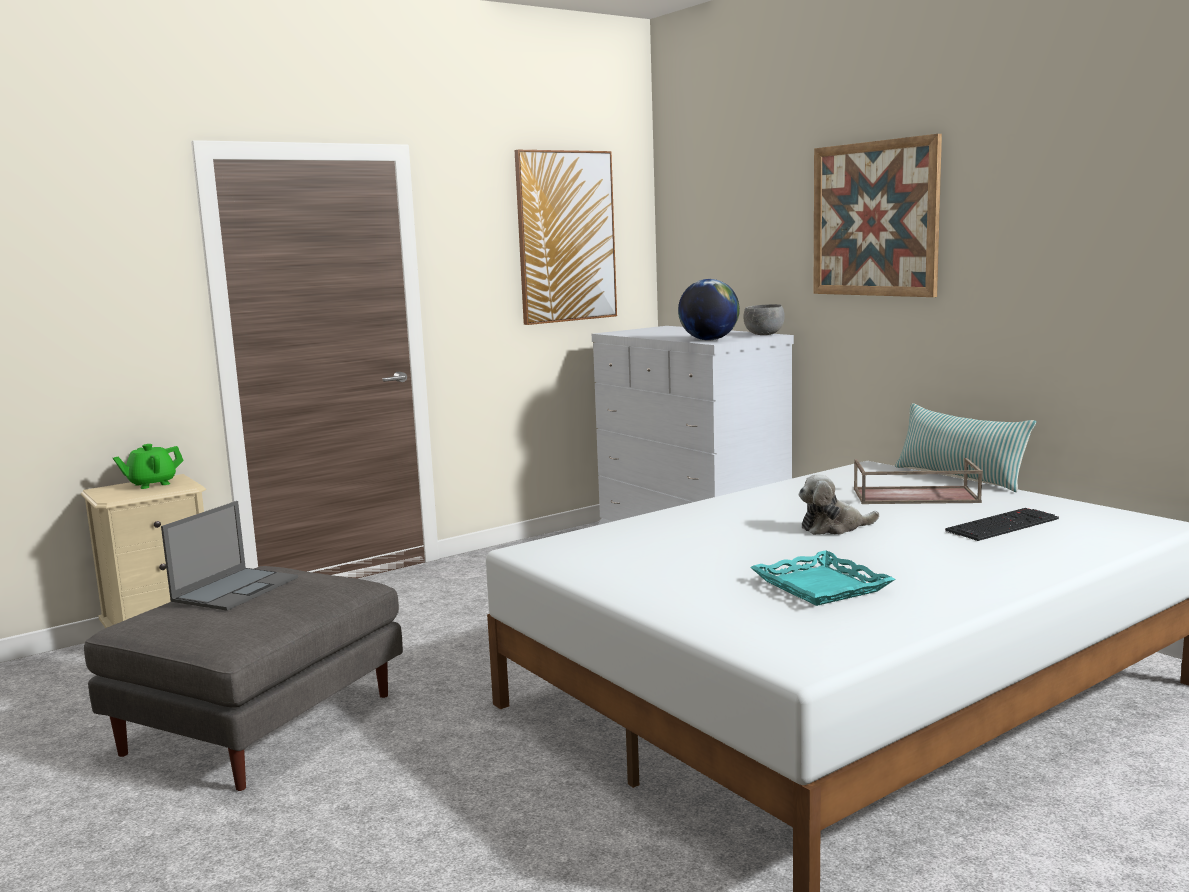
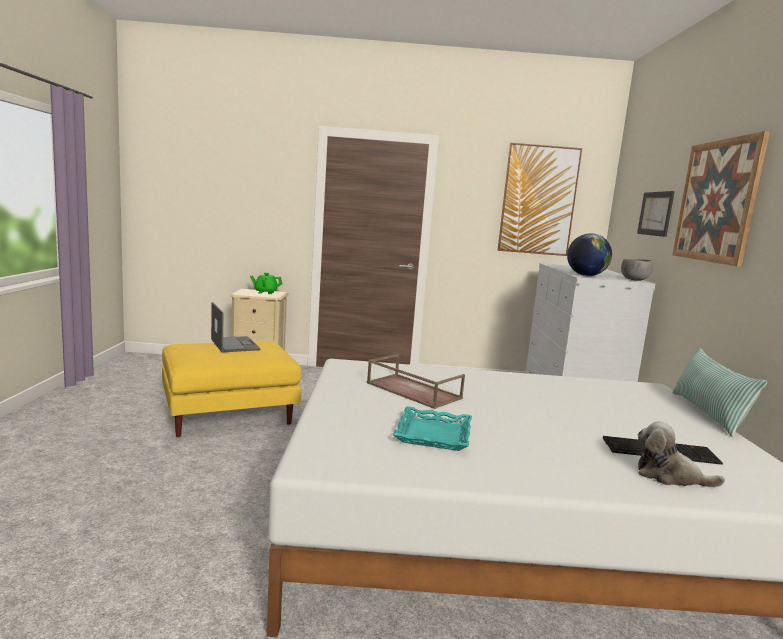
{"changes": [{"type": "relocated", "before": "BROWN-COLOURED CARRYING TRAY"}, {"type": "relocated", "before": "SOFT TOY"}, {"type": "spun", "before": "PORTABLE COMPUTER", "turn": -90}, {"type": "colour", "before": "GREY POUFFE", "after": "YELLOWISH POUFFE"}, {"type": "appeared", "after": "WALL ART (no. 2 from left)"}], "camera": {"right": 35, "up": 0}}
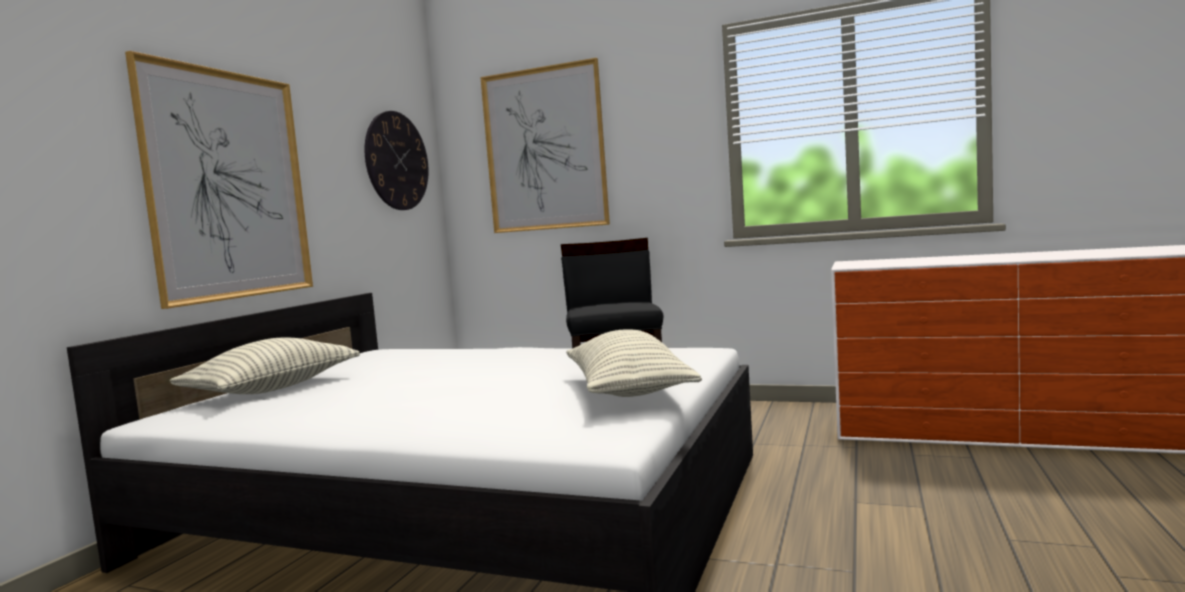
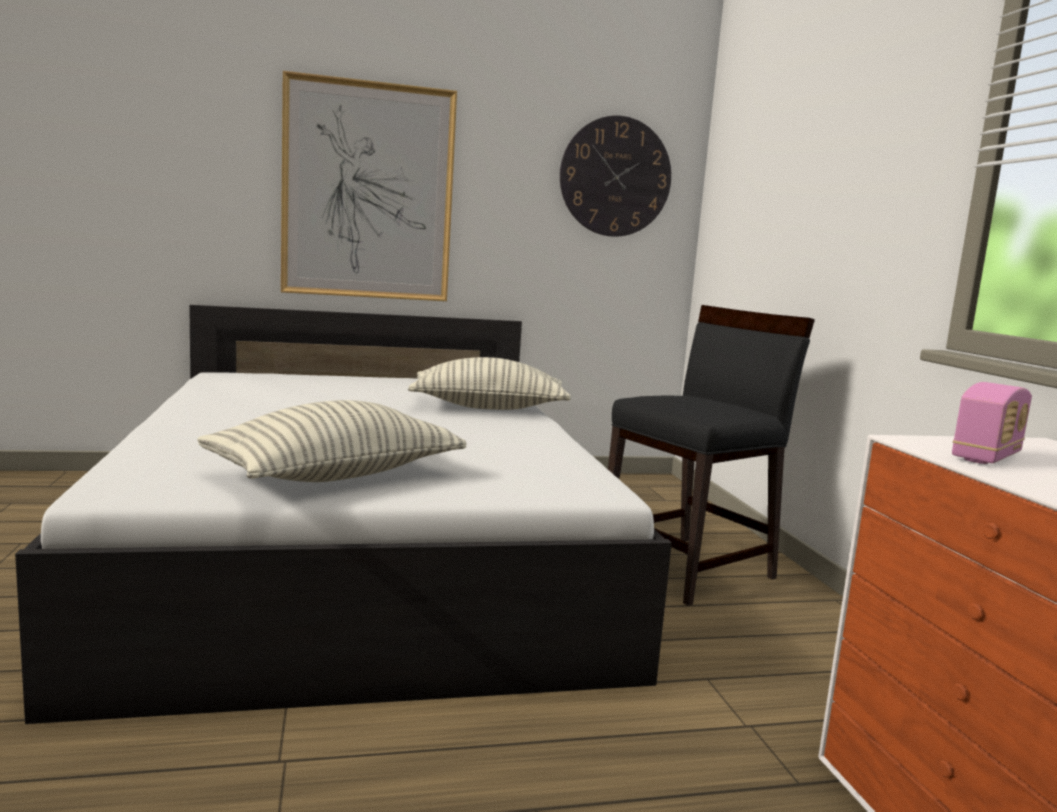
{"changes": [{"type": "missing", "before": "WALL ART (no. 2 from left)"}, {"type": "relocated", "before": "PILLOW (no. 1 from left in the first image)", "after": "PILLOW (no. 2 from left)"}, {"type": "appeared", "after": "RADIO"}], "camera": {"right": 55, "up": 5}}
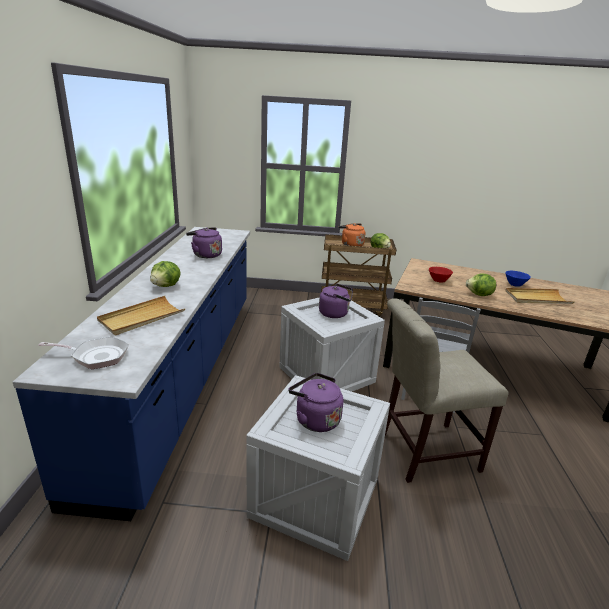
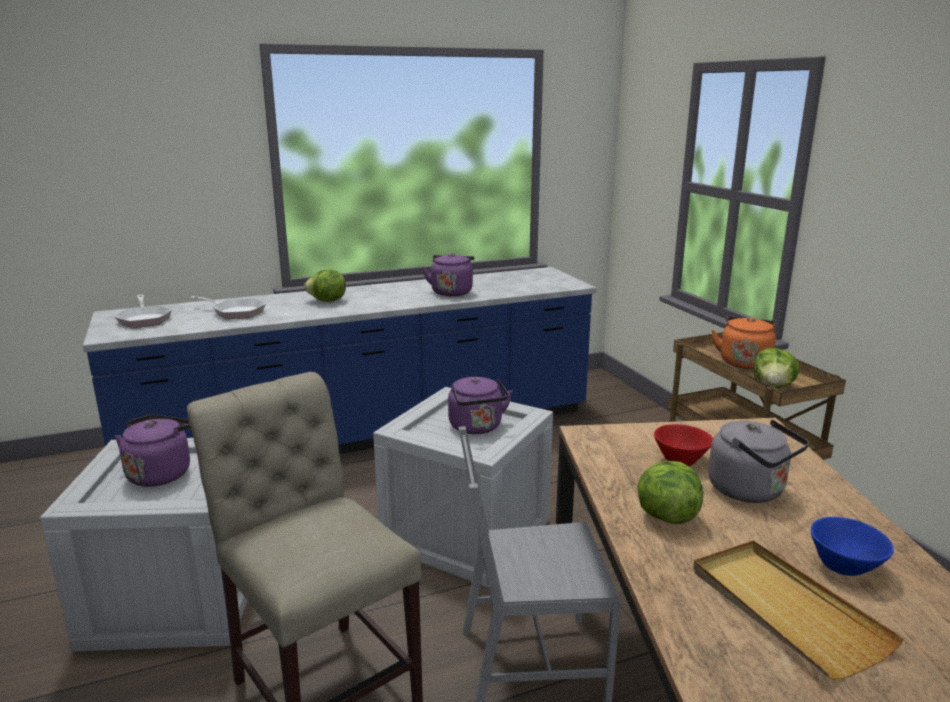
{"changes": [{"type": "exchanged", "before": "SAND-COLOURED CARRYING TRAY (no. 1 from left)", "after": "SKILLET (no. 2 from left)"}, {"type": "appeared", "after": "GREY TEA KETTLE"}], "camera": {"right": 65, "up": -5}}
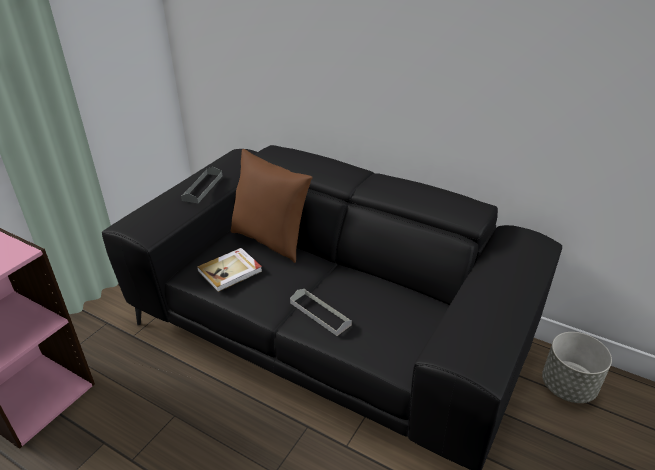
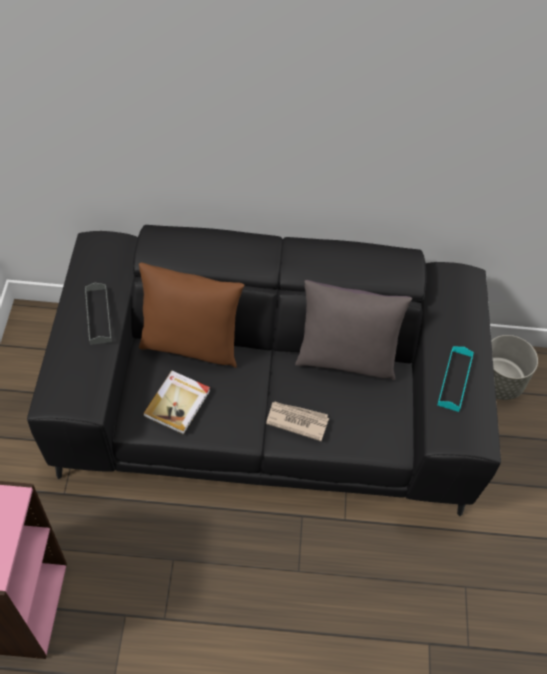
{"changes": [{"type": "exchanged", "before": "GREY CARRYING TRAY (no. 2 from left)", "after": "PRINTED PAPER"}, {"type": "appeared", "after": "GREY PILLOW"}, {"type": "appeared", "after": "BLUE-GREEN CARRYING TRAY"}], "camera": {"right": -30, "up": 20}}
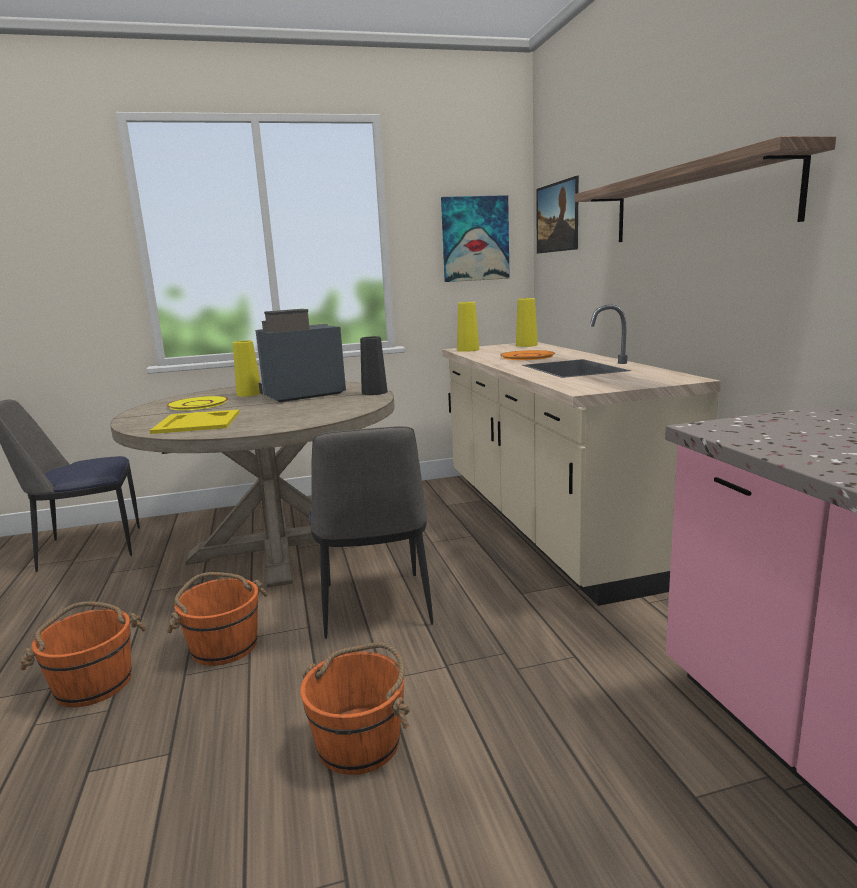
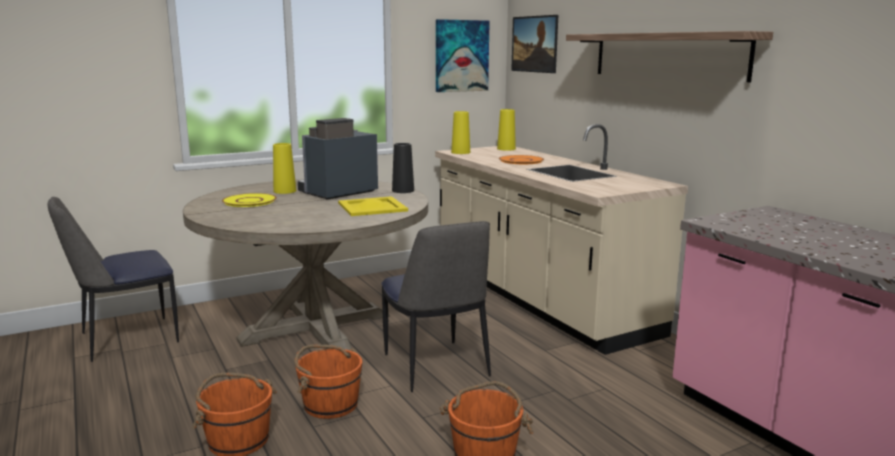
{"changes": [{"type": "relocated", "before": "YELLOWISH CARRYING TRAY"}], "camera": {"right": -15, "up": 0}}
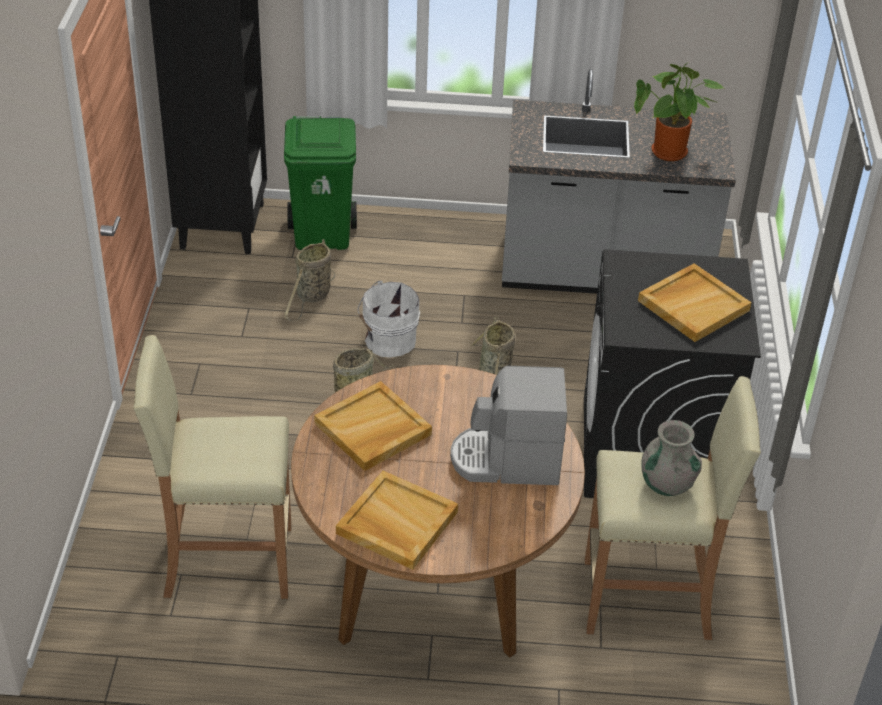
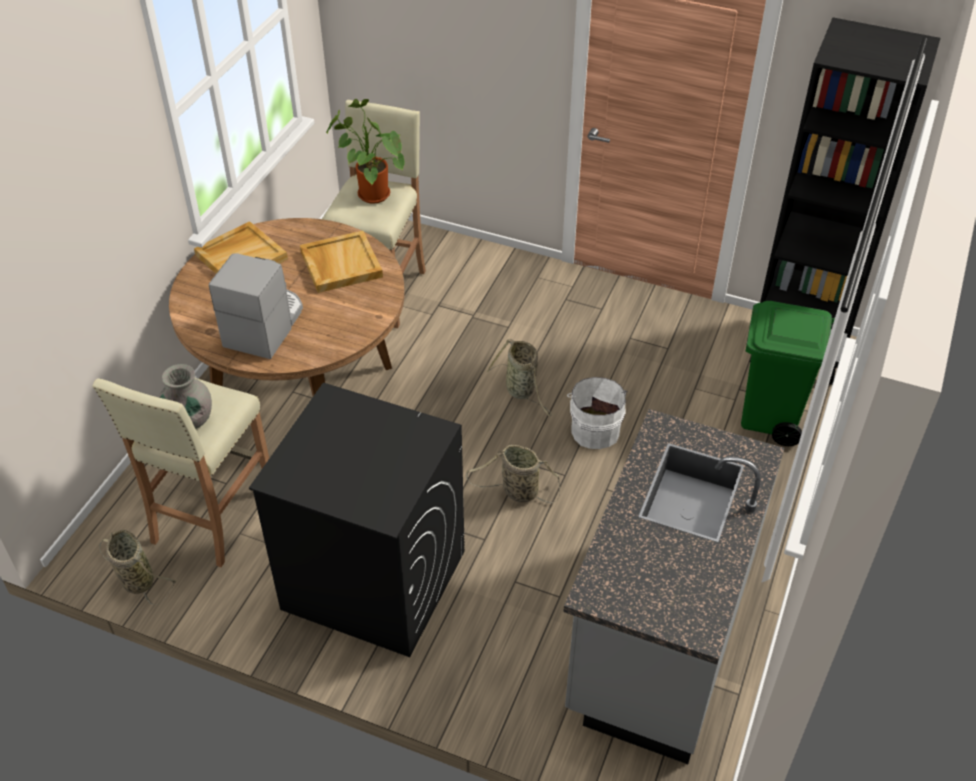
{"changes": [{"type": "relocated", "before": "PLANT IN A POT"}, {"type": "relocated", "before": "HOUSEHOLD BASKET (no. 1 from left)"}, {"type": "missing", "before": "SAND-COLOURED CARRYING TRAY (no. 3 from left)"}], "camera": {"right": 110, "up": 5}}
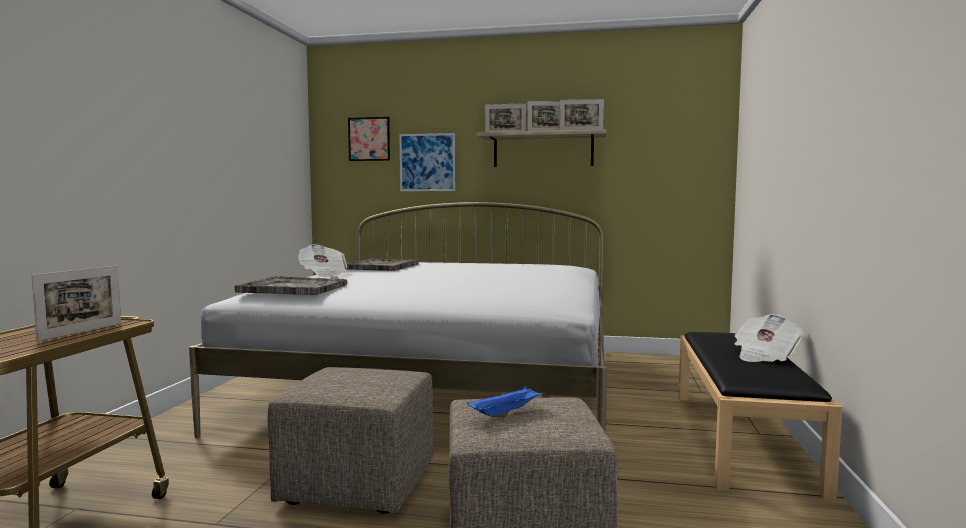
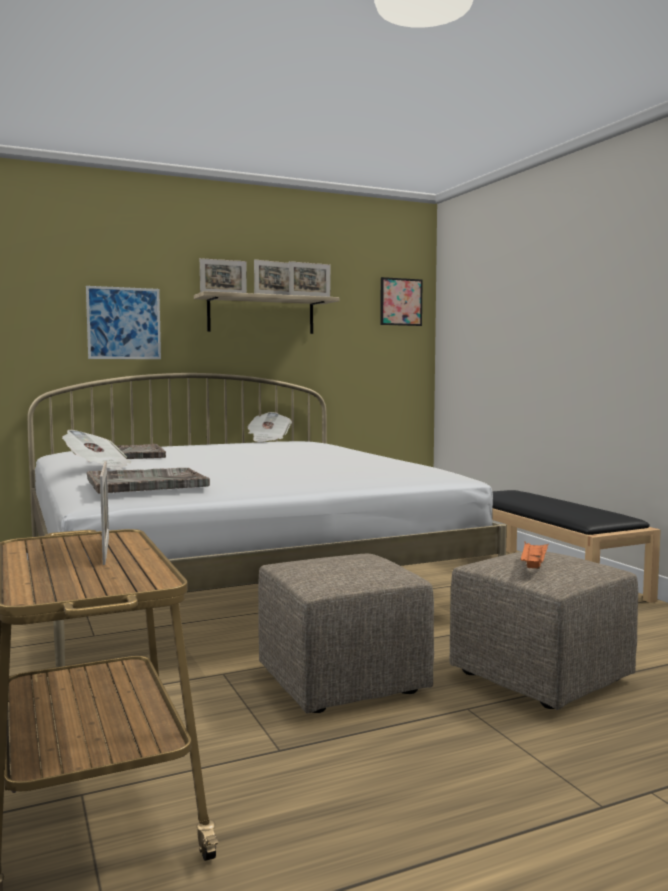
{"changes": [{"type": "relocated", "before": "WALL ART (no. 1 from left in the first image)", "after": "WALL ART (no. 2 from left)"}, {"type": "relocated", "before": "PRINTED PAPER (no. 2 from left)"}, {"type": "colour", "before": "BLUE CARRYING TRAY", "after": "ORANGE CARRYING TRAY"}], "camera": {"right": -35, "up": 0}}
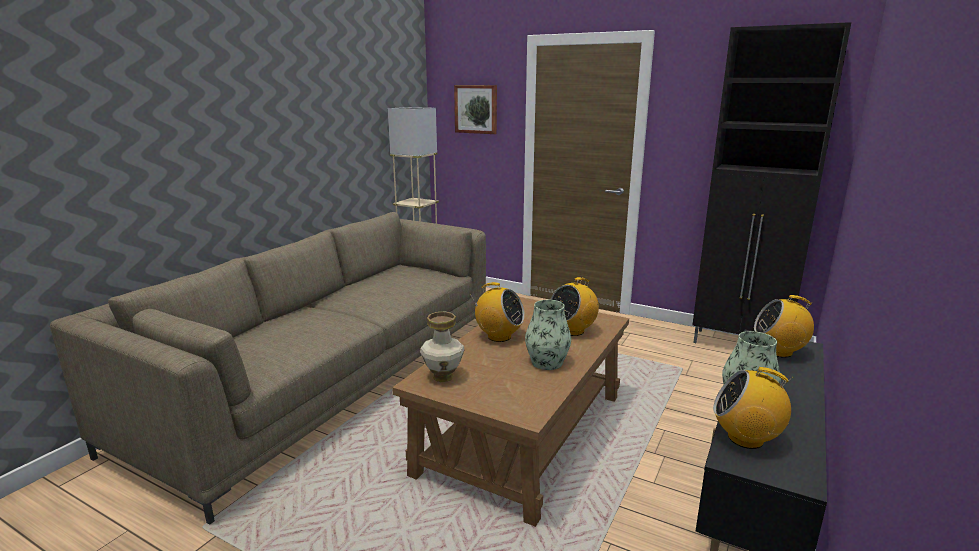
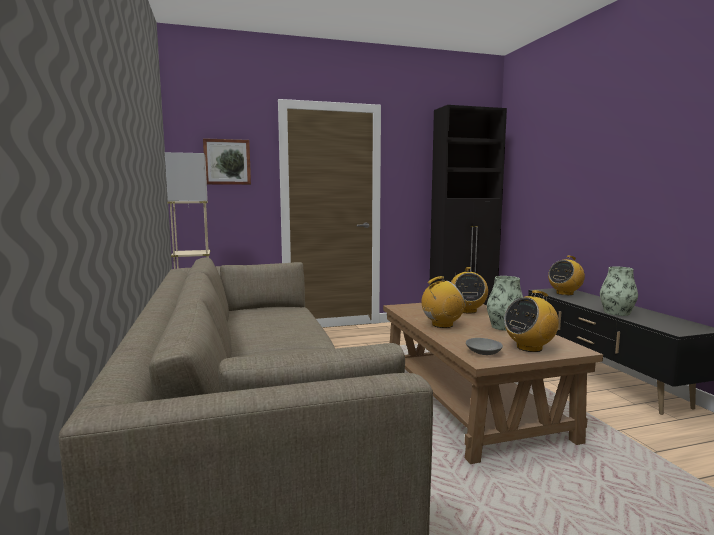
{"changes": [{"type": "exchanged", "before": "DECORATIVE VASE (no. 1 from left)", "after": "GREY DEEP DISH"}, {"type": "relocated", "before": "RADIO (no. 3 from left)"}], "camera": {"right": -45, "up": -10}}
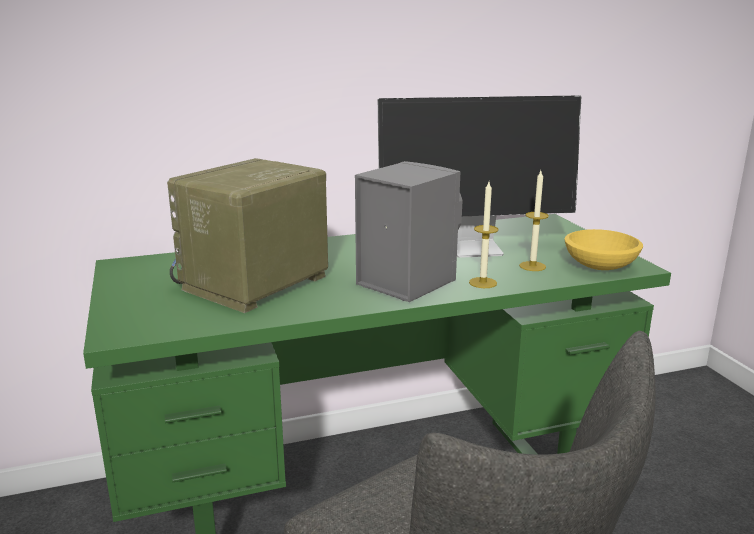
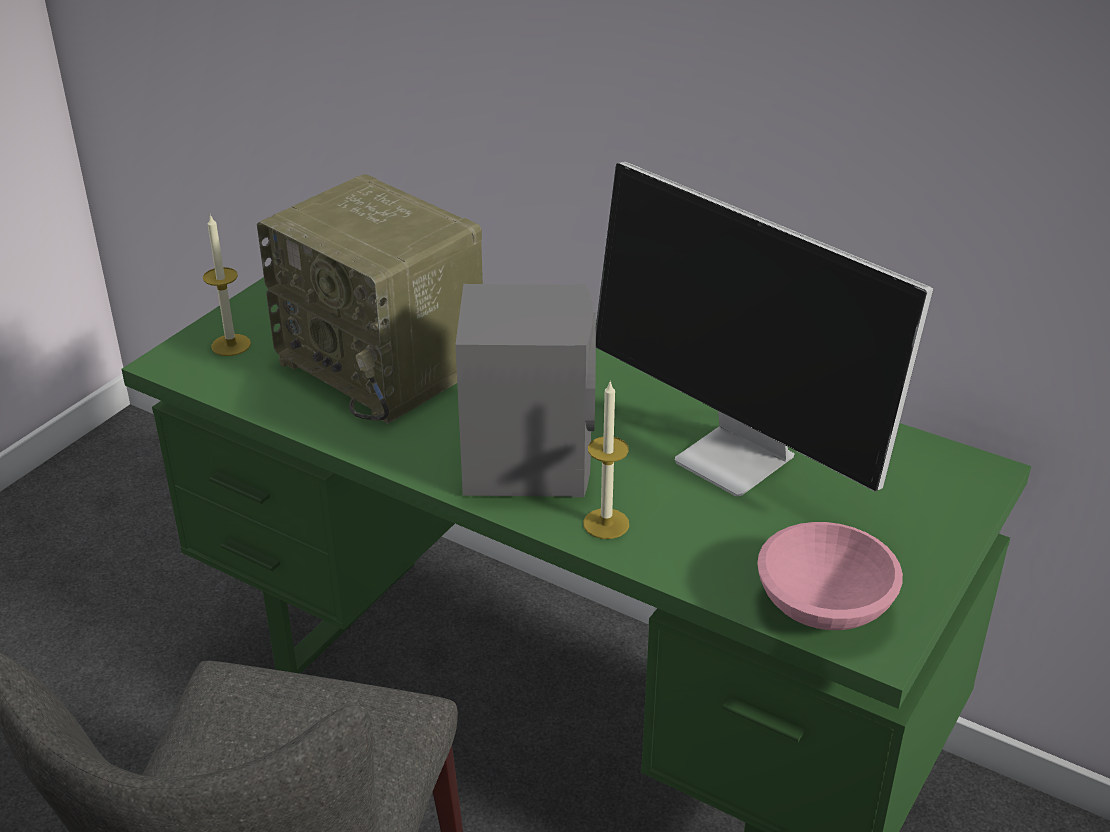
{"changes": [{"type": "spun", "before": "RADIO", "turn": -135}, {"type": "relocated", "before": "CANDLE (no. 2 from left in the first image)", "after": "CANDLE (no. 1 from left)"}, {"type": "colour", "before": "YELLOWISH DEEP DISH", "after": "PINK DEEP DISH"}], "camera": {"right": 50, "up": 15}}
